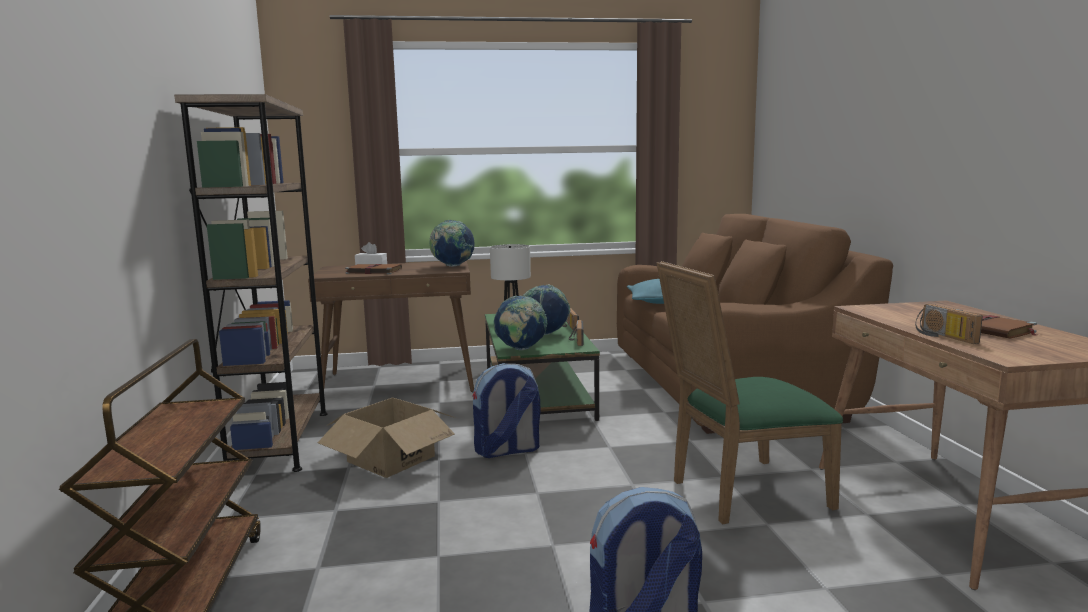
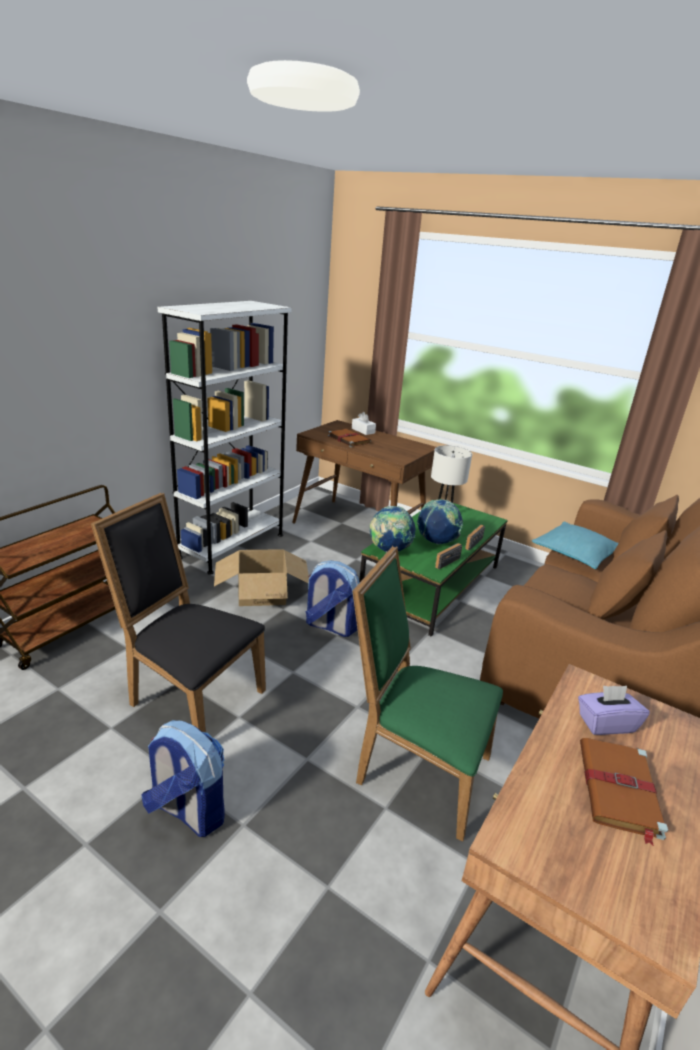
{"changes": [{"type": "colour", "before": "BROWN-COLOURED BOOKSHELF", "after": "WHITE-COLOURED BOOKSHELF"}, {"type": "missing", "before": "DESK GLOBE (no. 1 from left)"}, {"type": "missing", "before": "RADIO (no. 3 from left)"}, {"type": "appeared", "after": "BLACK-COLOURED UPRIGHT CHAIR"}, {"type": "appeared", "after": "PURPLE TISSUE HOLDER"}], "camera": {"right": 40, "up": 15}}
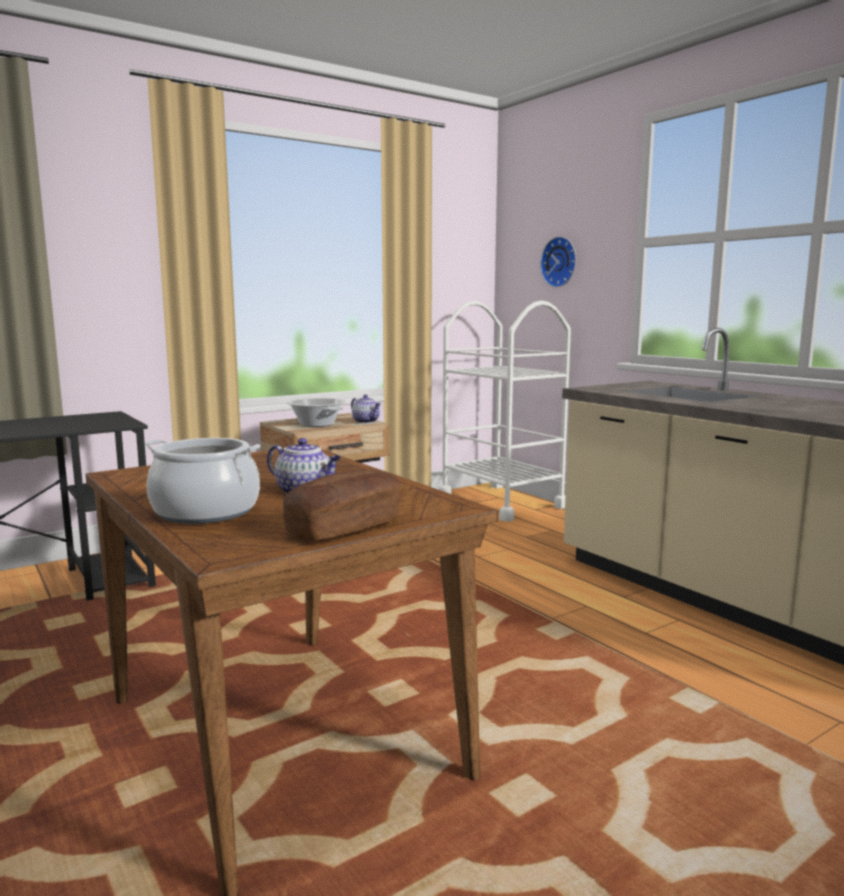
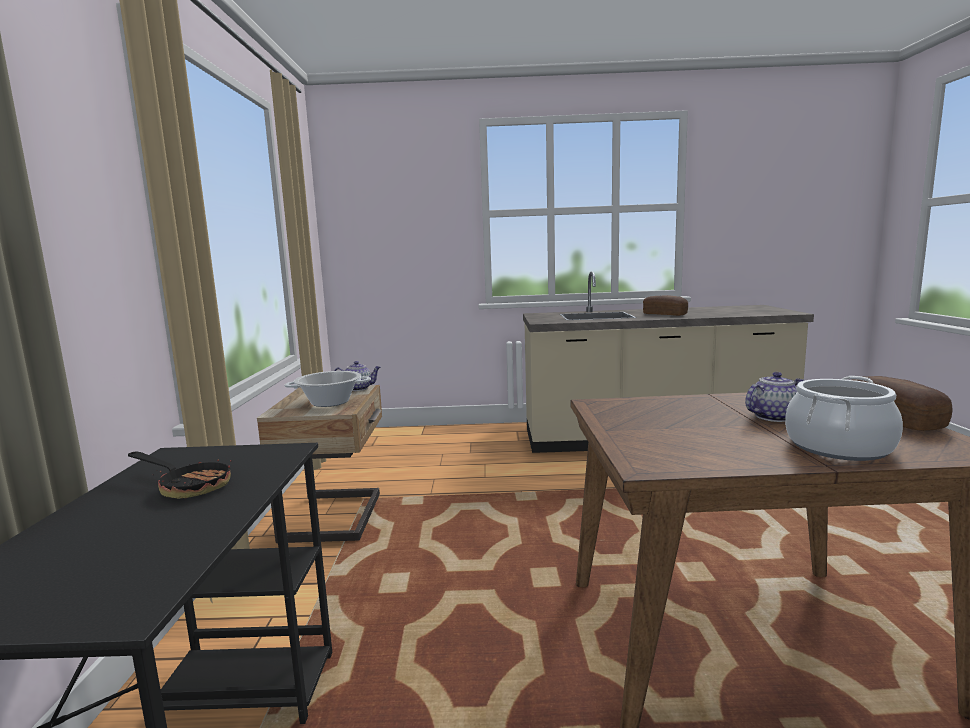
{"changes": [{"type": "missing", "before": "CLOCK ON THE WALL"}, {"type": "missing", "before": "WHITE-COLOURED TROLLEY"}, {"type": "appeared", "after": "BAKED BREAD (no. 1 from left)"}, {"type": "appeared", "after": "SKILLET"}], "camera": {"right": -55, "up": 0}}
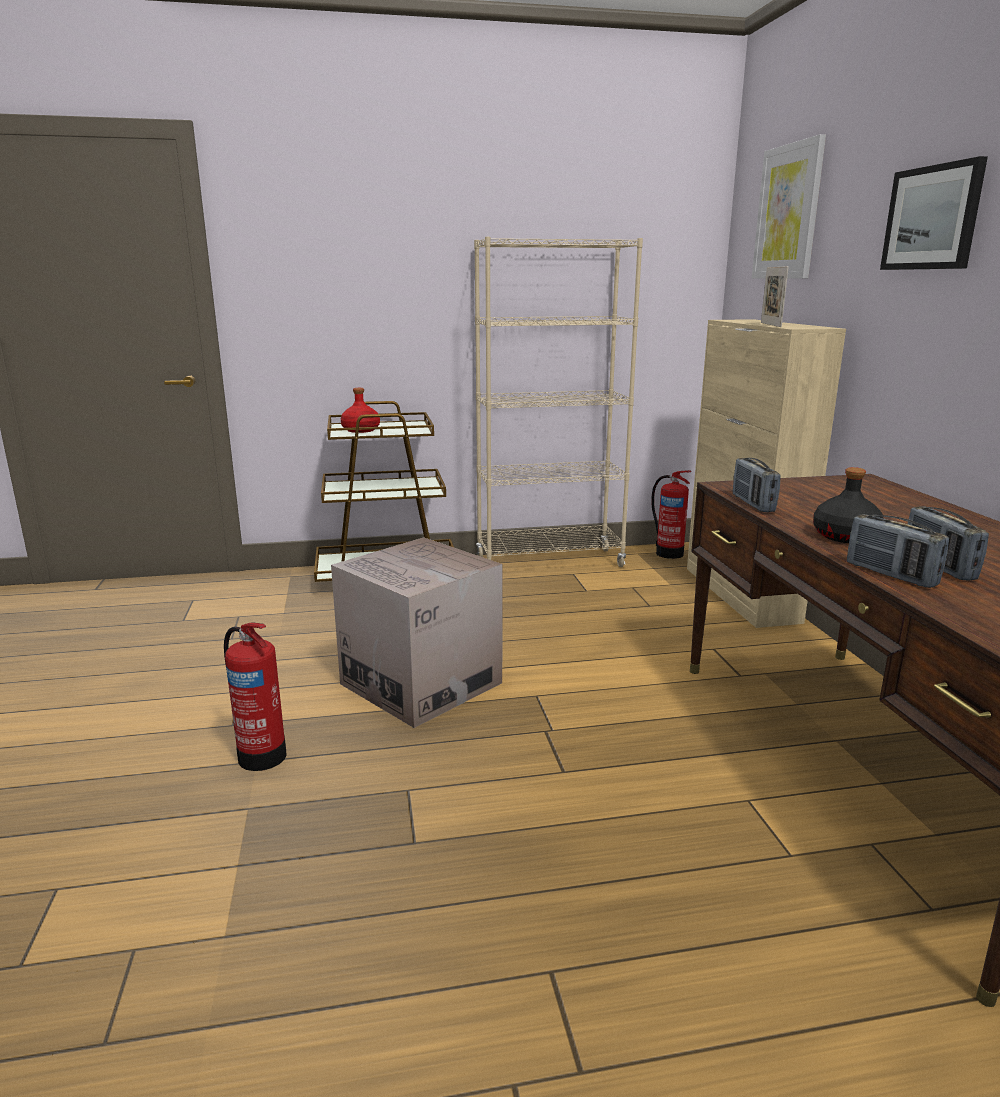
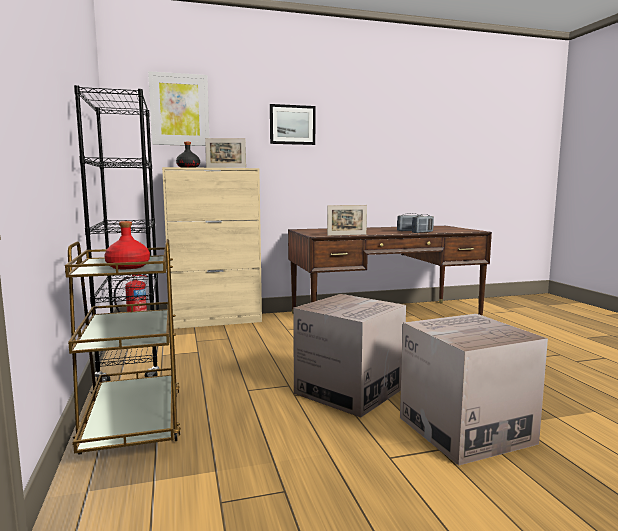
{"changes": [{"type": "colour", "before": "SAND-COLOURED BOOKSHELF", "after": "BLACK-COLOURED BOOKSHELF"}, {"type": "exchanged", "before": "RADIO (no. 1 from left)", "after": "PICTURE FRAME (no. 2 from left)"}, {"type": "relocated", "before": "BLACK-COLOURED DRINK BOTTLE"}, {"type": "exchanged", "before": "FIRE-FIGHTING CYLINDER (no. 1 from left)", "after": "CARDBOARD BOX (no. 2 from left)"}], "camera": {"right": -95, "up": -10}}
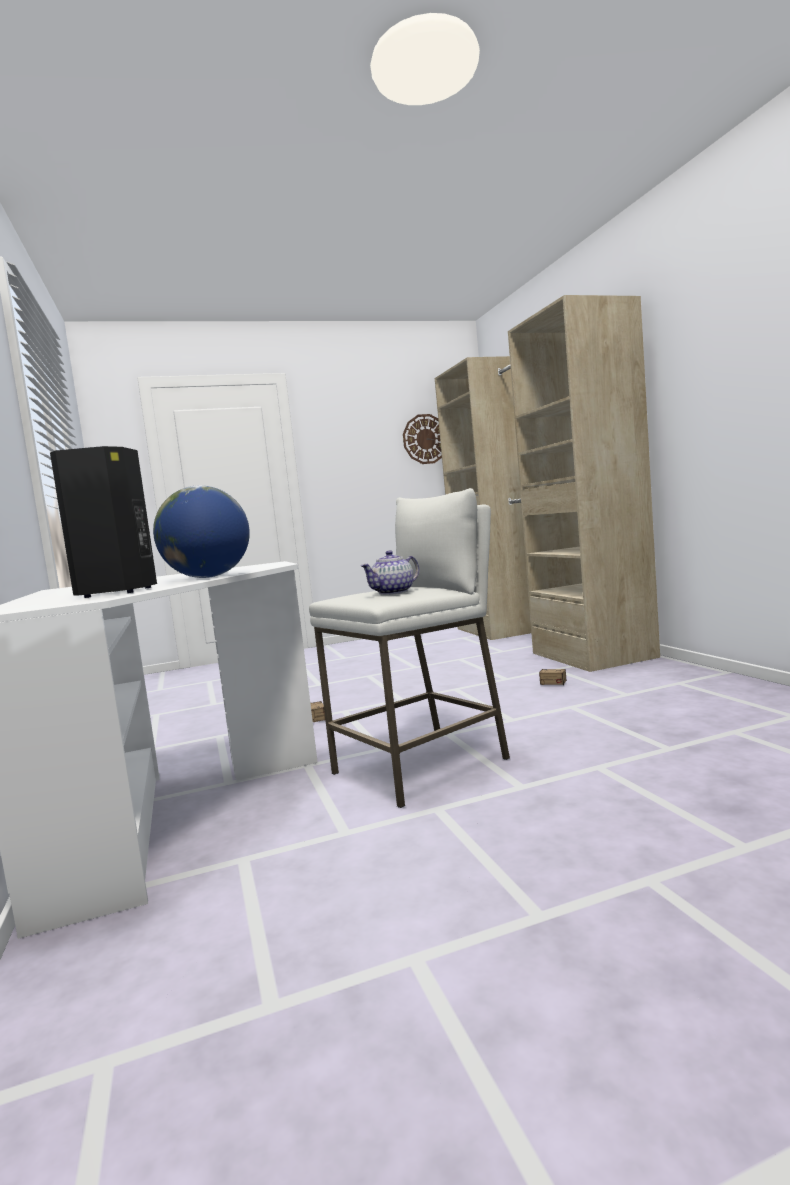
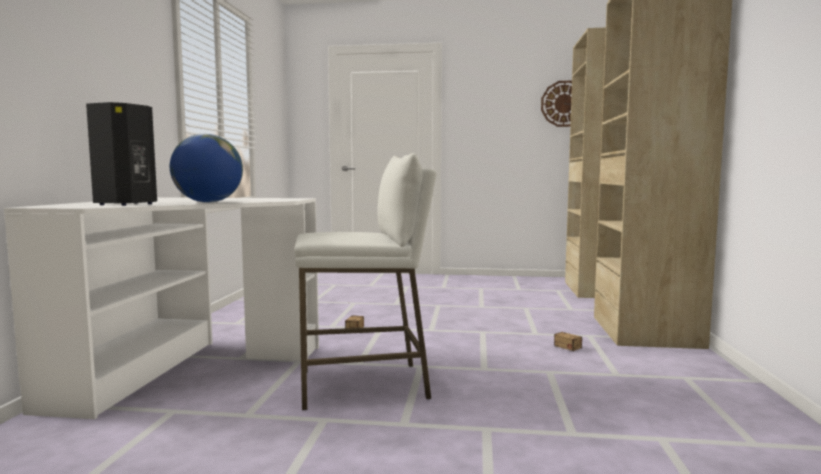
{"changes": [{"type": "missing", "before": "POT FOR TEA"}], "camera": {"right": 25, "up": 0}}
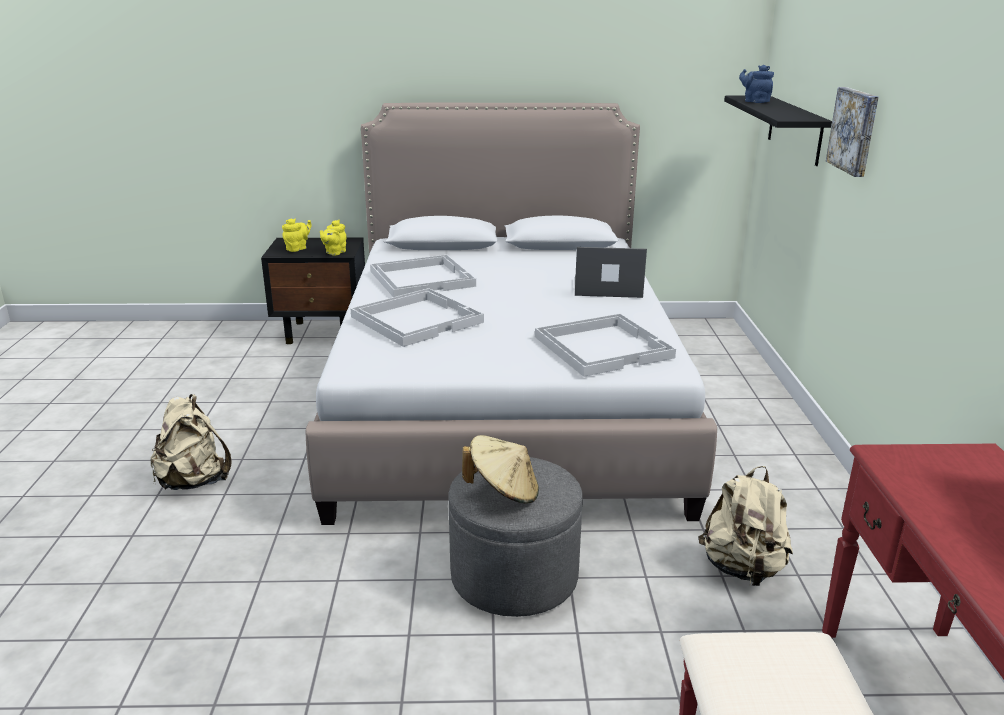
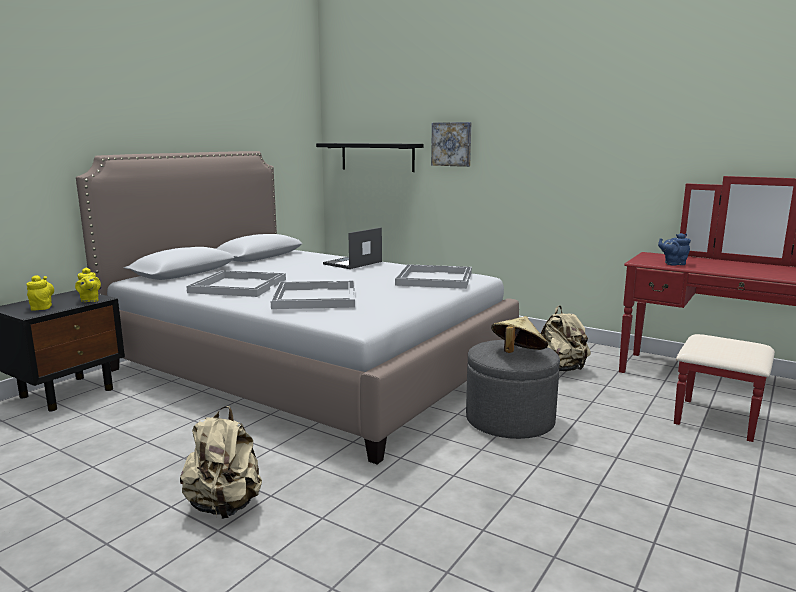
{"changes": [{"type": "relocated", "before": "BLUE POT FOR TEA"}], "camera": {"right": -55, "up": -10}}
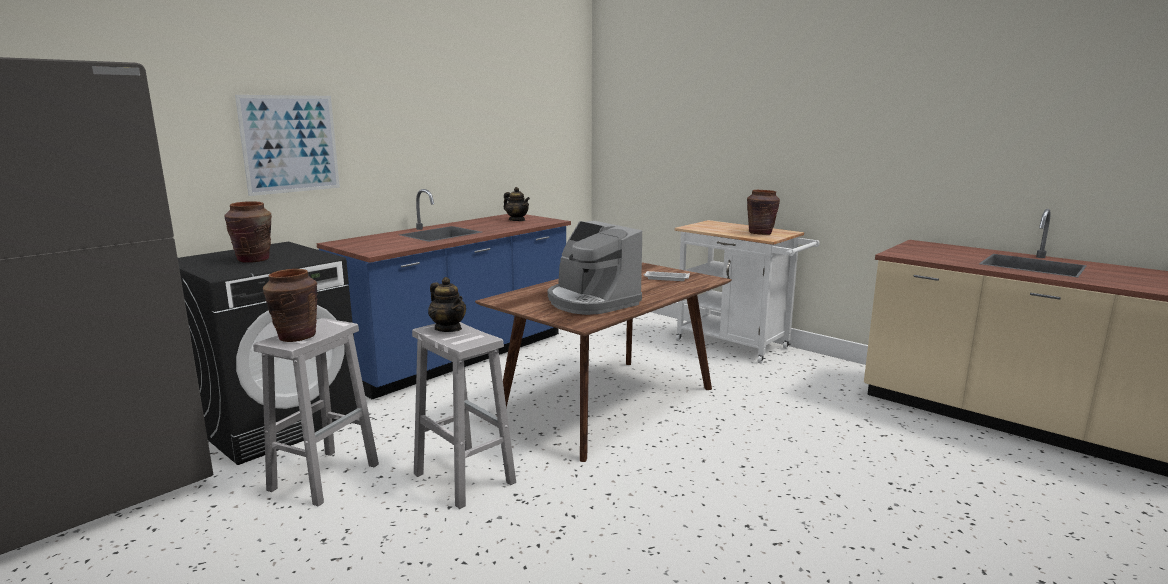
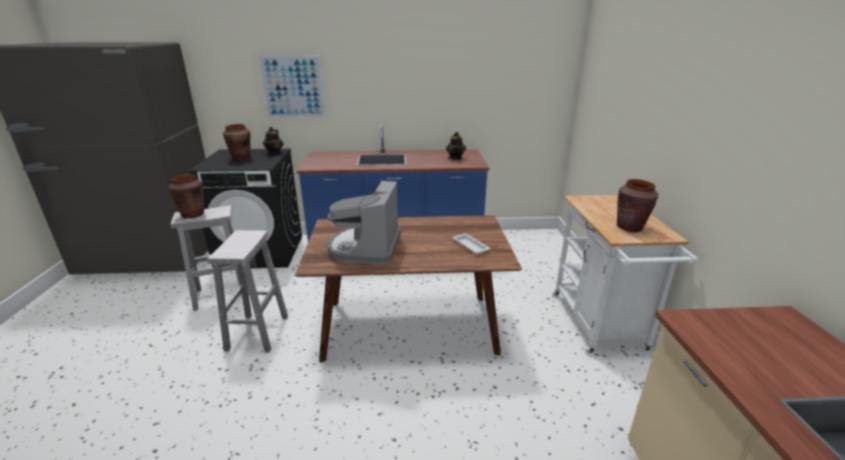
{"changes": [{"type": "relocated", "before": "POT FOR TEA (no. 1 from left)"}], "camera": {"right": 45, "up": 10}}
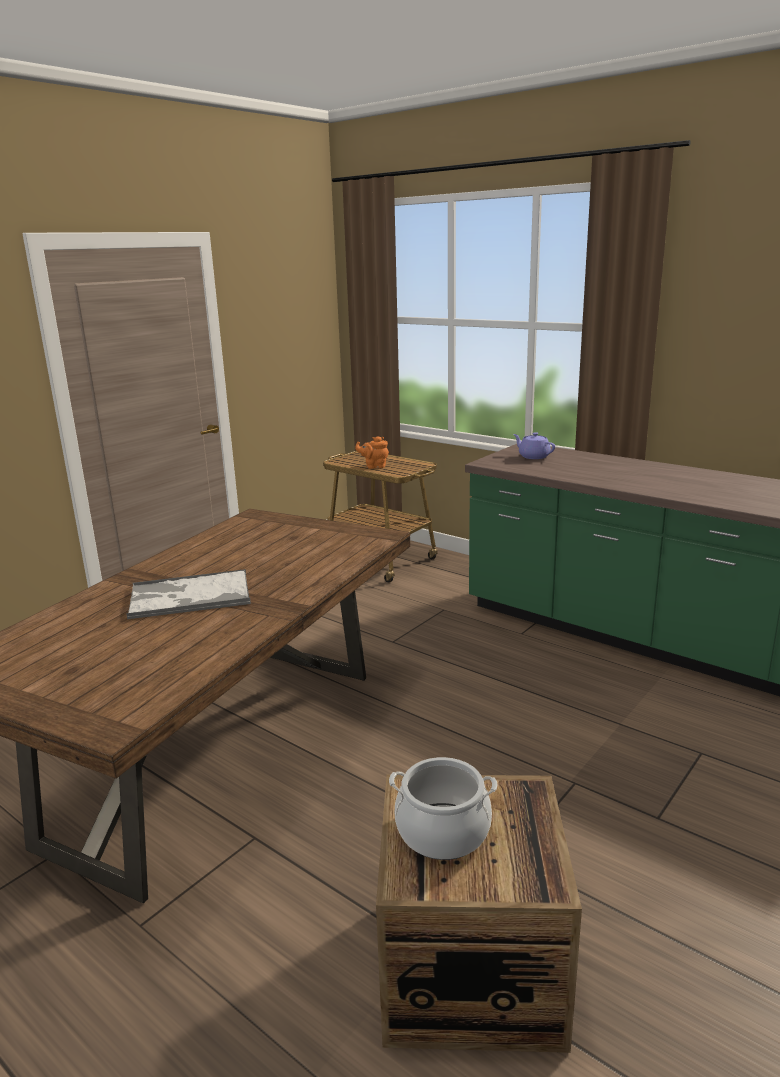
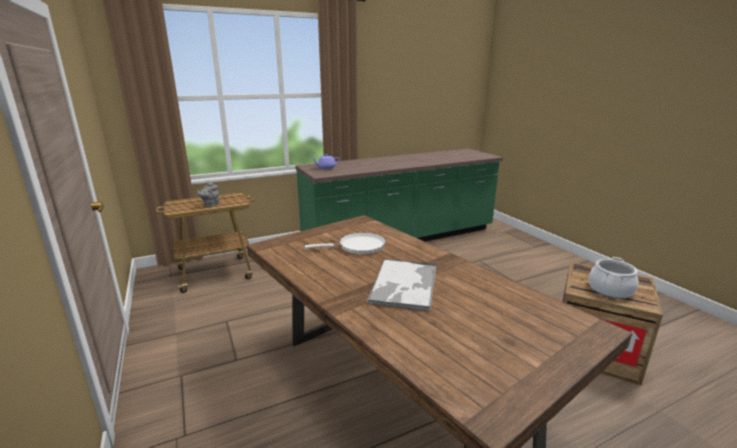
{"changes": [{"type": "colour", "before": "ORANGE POT FOR TEA", "after": "GREY POT FOR TEA"}, {"type": "appeared", "after": "WHITE-COLOURED SKILLET"}], "camera": {"right": -65, "up": 0}}
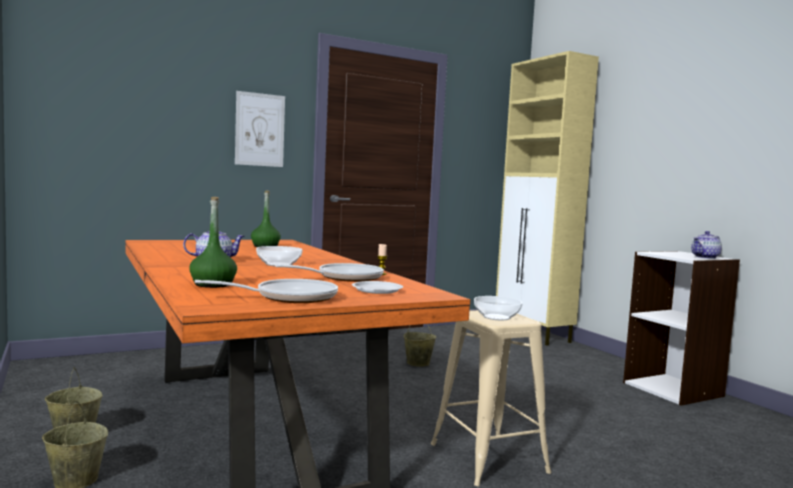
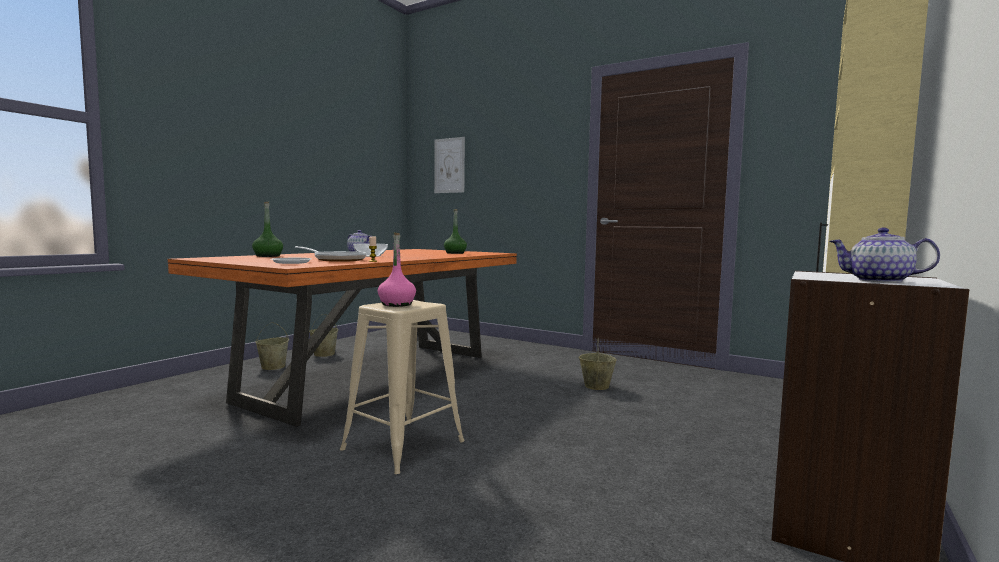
{"changes": [{"type": "relocated", "before": "WALL ART"}, {"type": "missing", "before": "SKILLET (no. 1 from left)"}, {"type": "exchanged", "before": "DEEP DISH (no. 2 from left)", "after": "PINK DRINK BOTTLE"}], "camera": {"right": 60, "up": 0}}
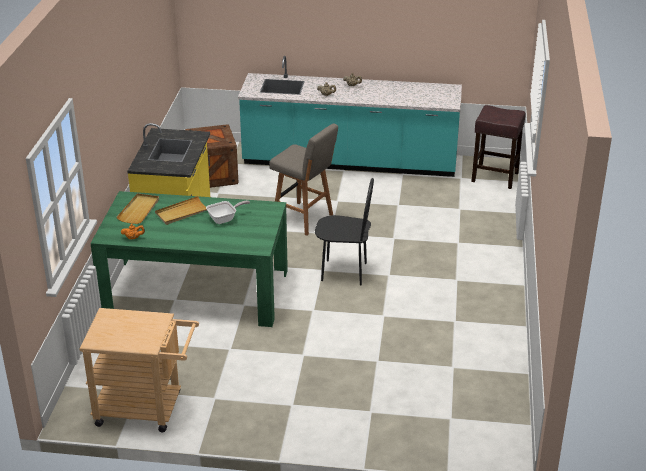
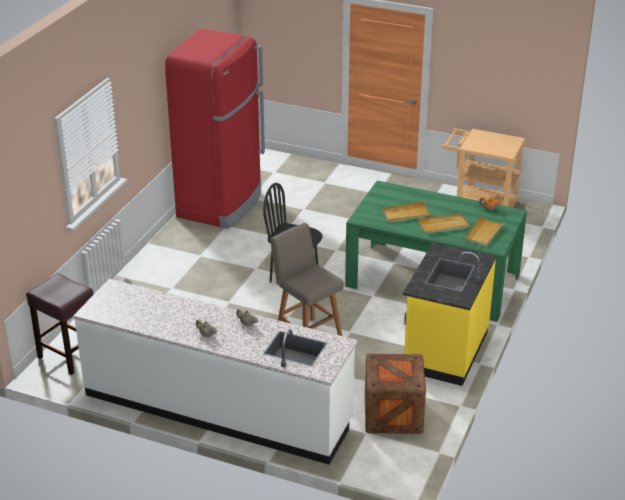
{"changes": [{"type": "colour", "before": "BLUE-GREEN KITCHEN COUNTER", "after": "WHITE-COLOURED KITCHEN COUNTER"}, {"type": "exchanged", "before": "SKILLET", "after": "SAND-COLOURED CARRYING TRAY (no. 1 from left)"}, {"type": "appeared", "after": "REDDISH REFRIGERATOR"}], "camera": {"right": -165, "up": 0}}
